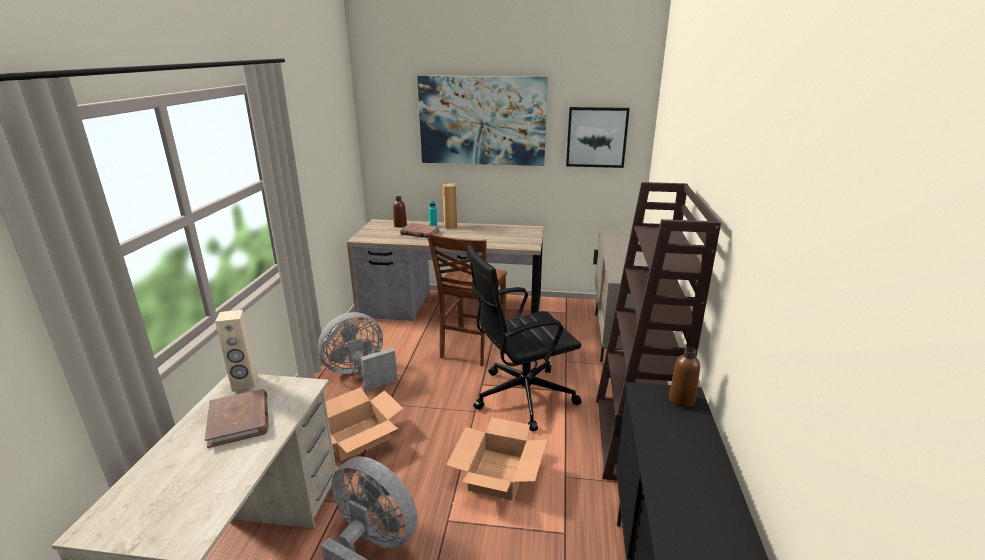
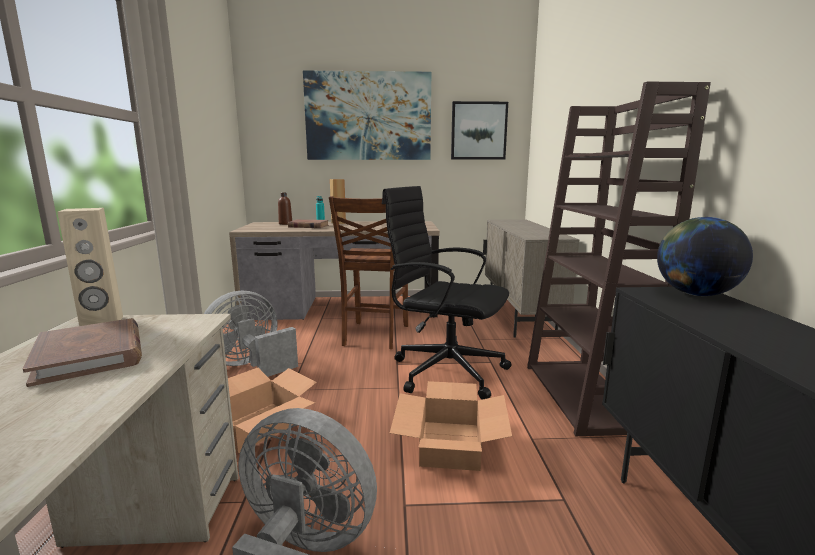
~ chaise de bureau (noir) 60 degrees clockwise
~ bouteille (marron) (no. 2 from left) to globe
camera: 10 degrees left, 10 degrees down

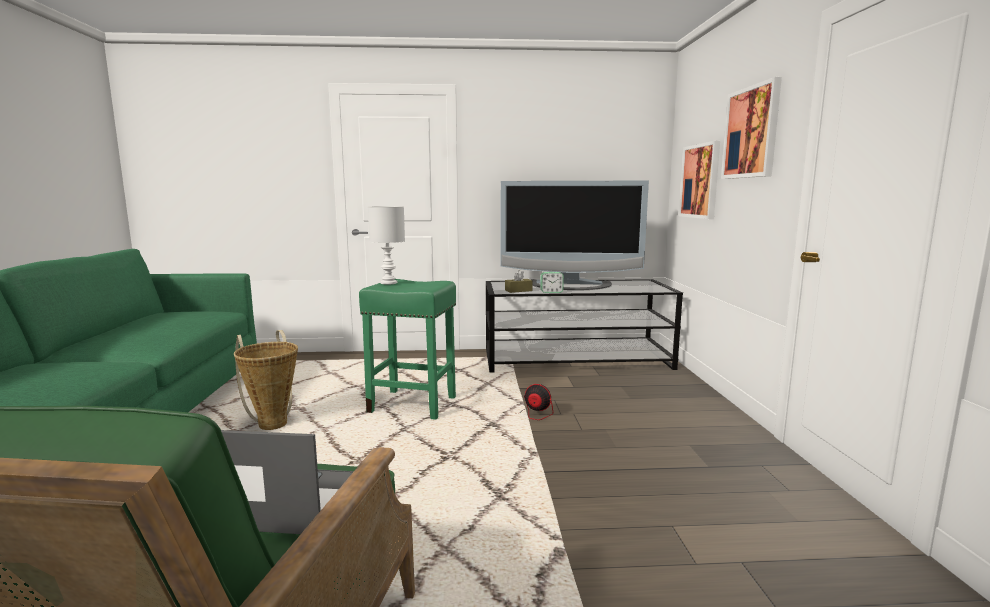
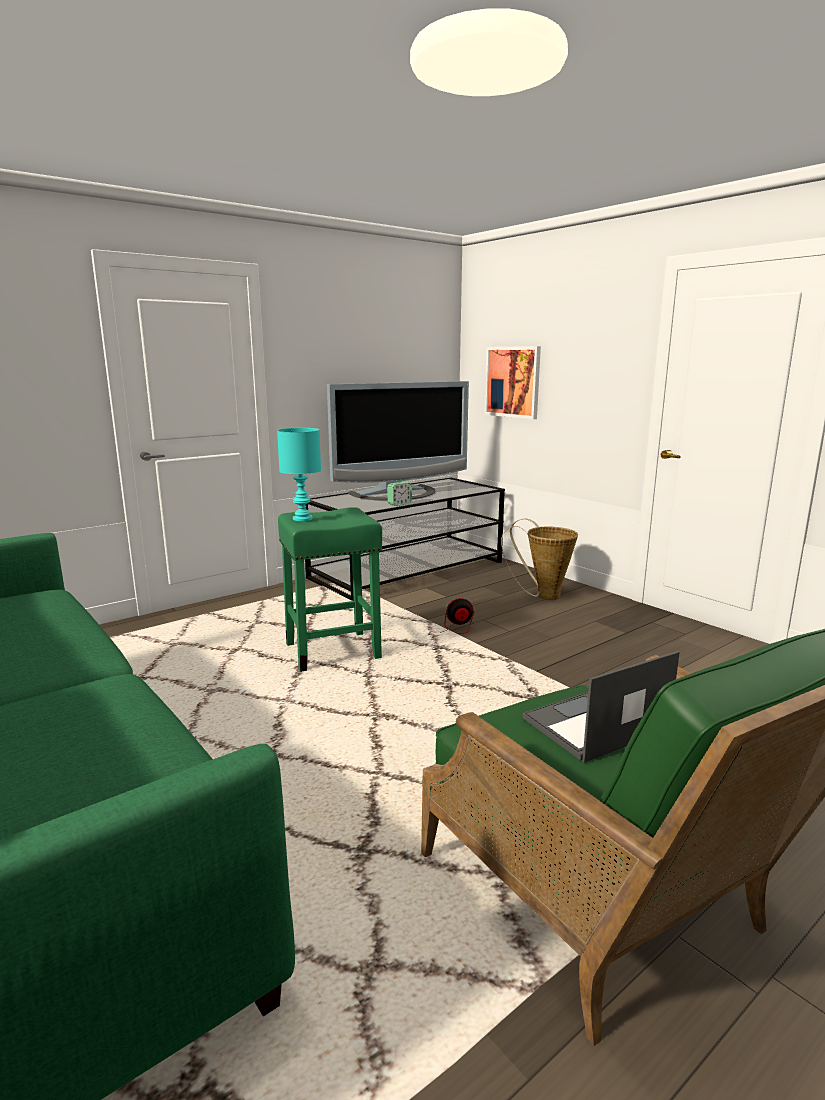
- tableau (no. 2 from left)
~ lampe de table (blanc) to lampe de table (turquoise)
- boîte à mouchoirs (marron)
~ panier
camera: 35 degrees left, 5 degrees up

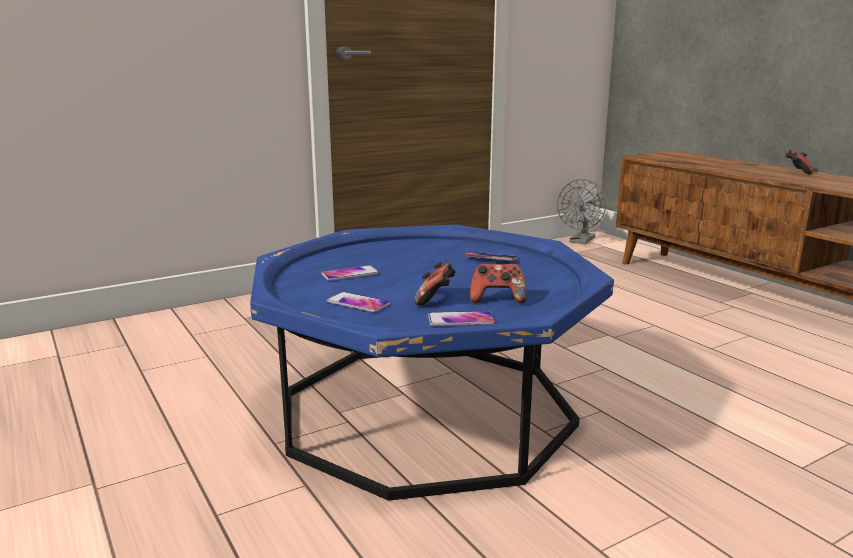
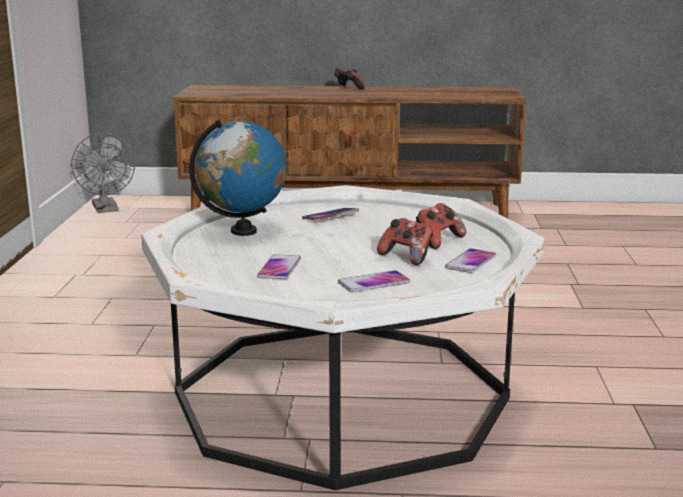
~ table basse (bleu) to table basse (blanc)
+ globe
camera: 55 degrees left, 0 degrees up

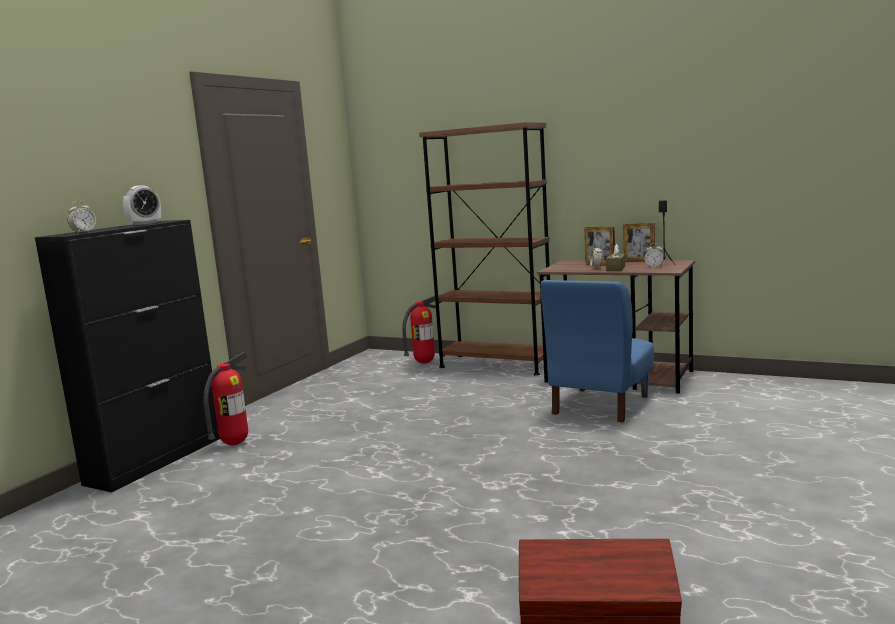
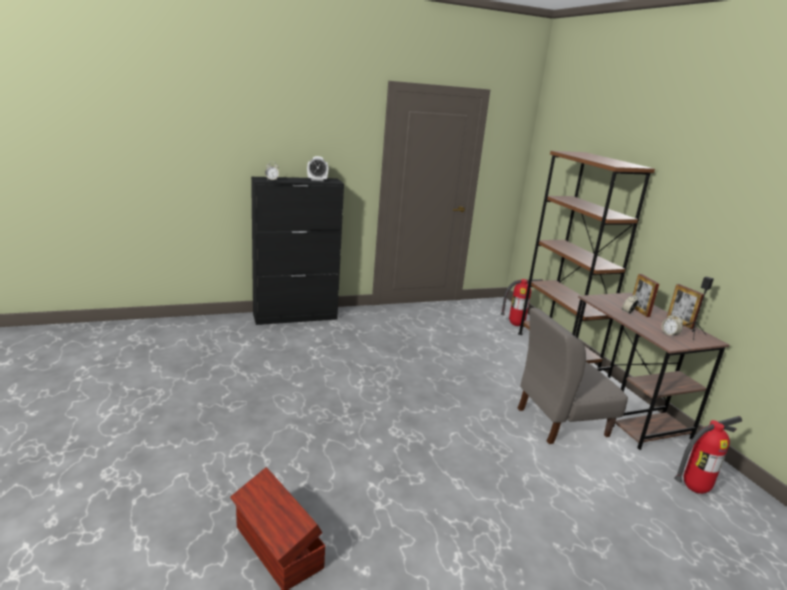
- boîte à mouchoirs (marron)
~ chaise (bleu) to chaise (gris)
~ extincteur (no. 1 from left in the first image) to extincteur (no. 2 from left)
camera: 40 degrees right, 10 degrees up

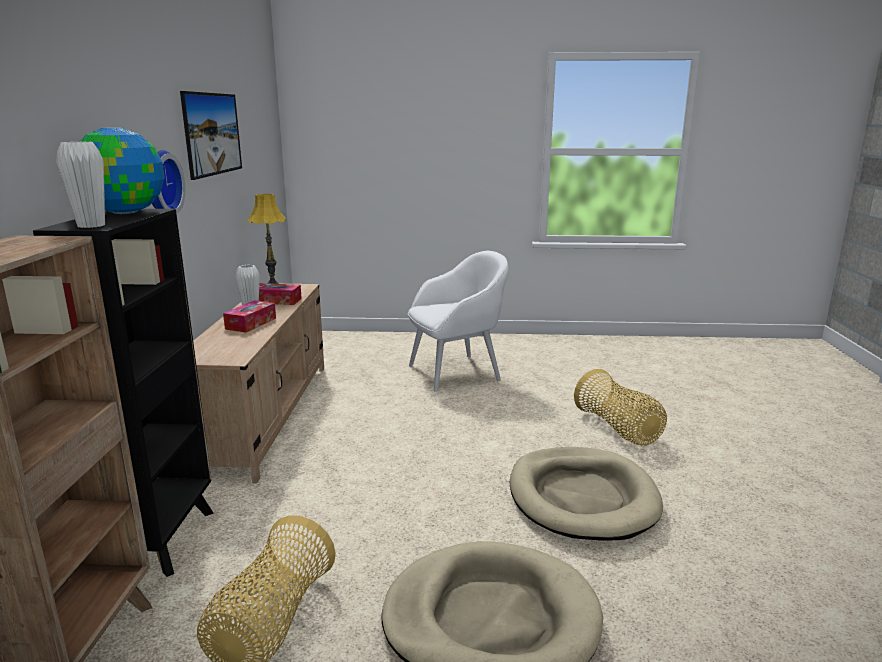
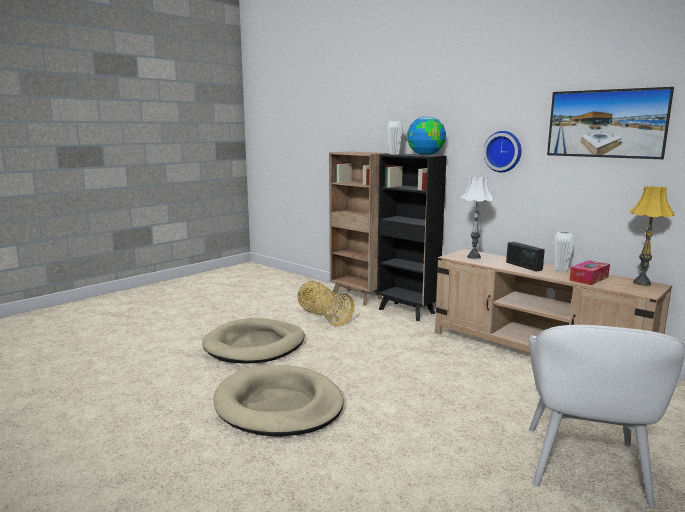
~ boîte à mouchoirs (no. 1 from left) to radio
- panier (no. 2 from left)
+ lampe de table (blanc)
camera: 130 degrees right, 5 degrees down

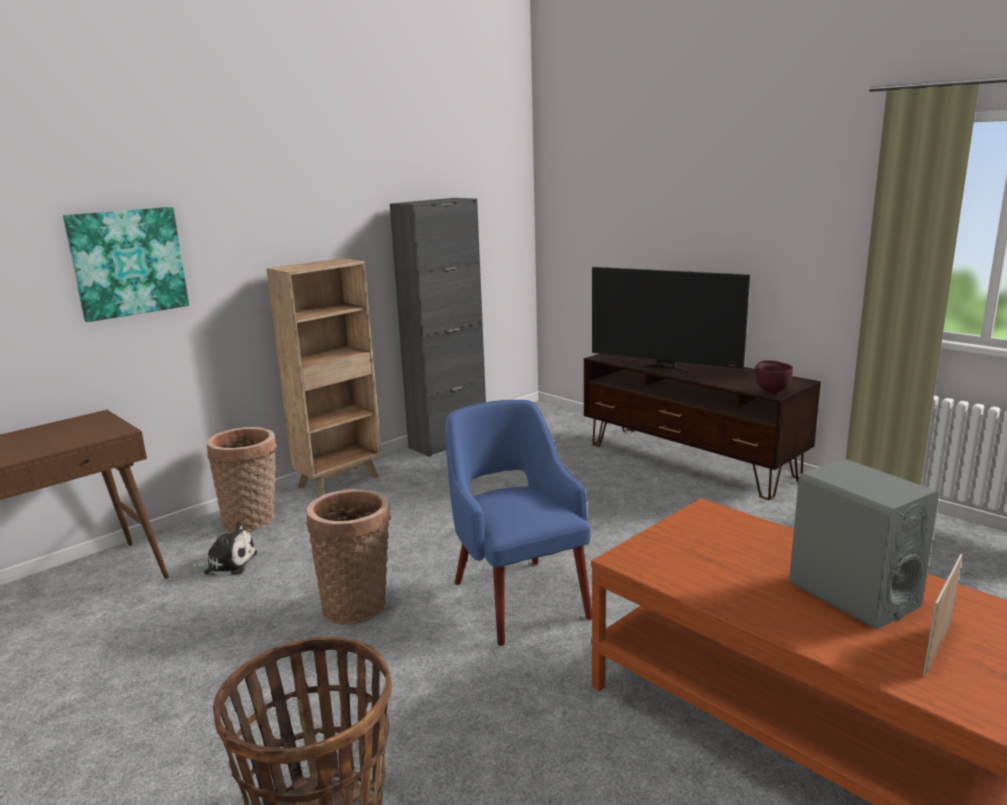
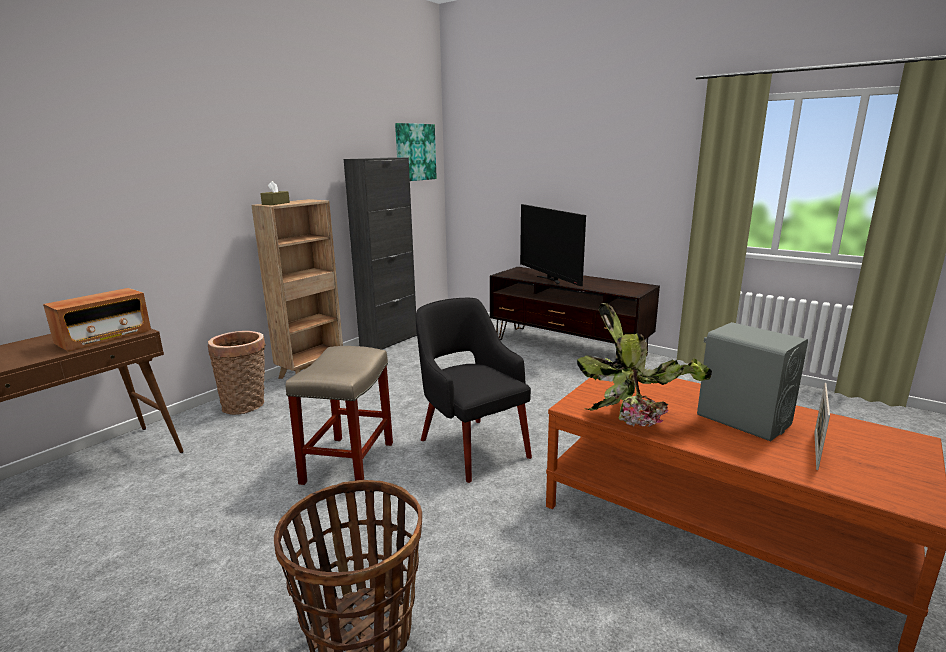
~ tableau
~ téléviseur 45 degrees clockwise
- bol (marron)
~ fauteuil (bleu) to fauteuil (noir)
~ panier (no. 3 from left) to tabouret (beige)
- peluche
+ boîte à mouchoirs (marron)
+ radio
+ plante en pot
camera: 10 degrees left, 0 degrees up

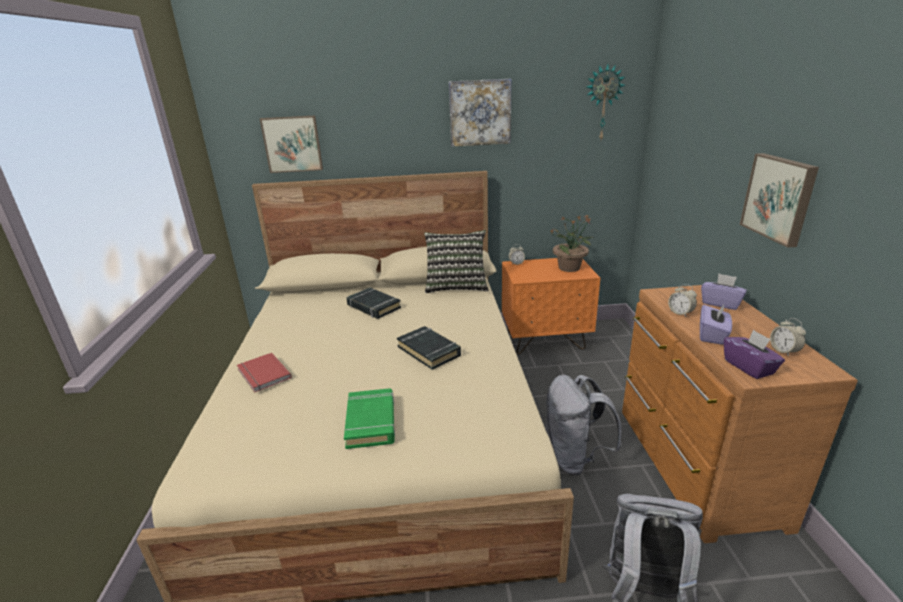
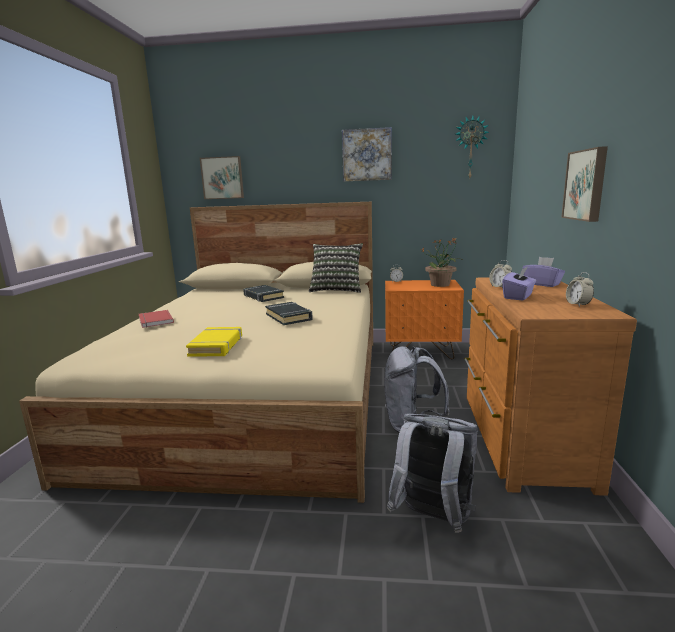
- boîte à mouchoirs (violet) (no. 3 from left)
~ livre (vert) to livre (jaune)
camera: 10 degrees right, 10 degrees down

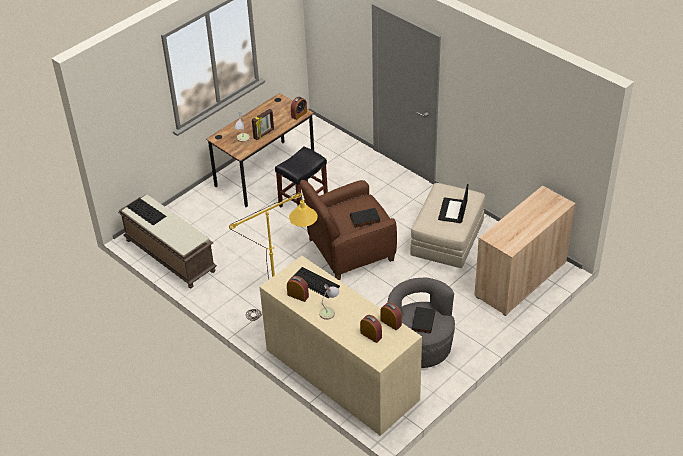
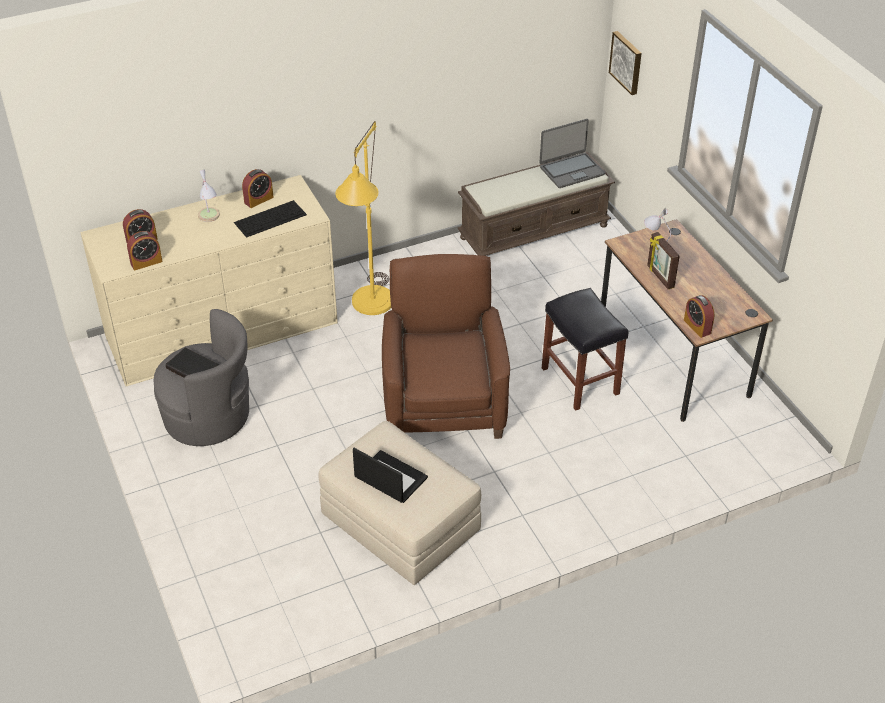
- meuble de rangement (beige)
~ clavier (no. 1 from left) to ordinateur portable (no. 2 from left)
- livre (noir) (no. 1 from left)
+ tableau
camera: 110 degrees right, 0 degrees up

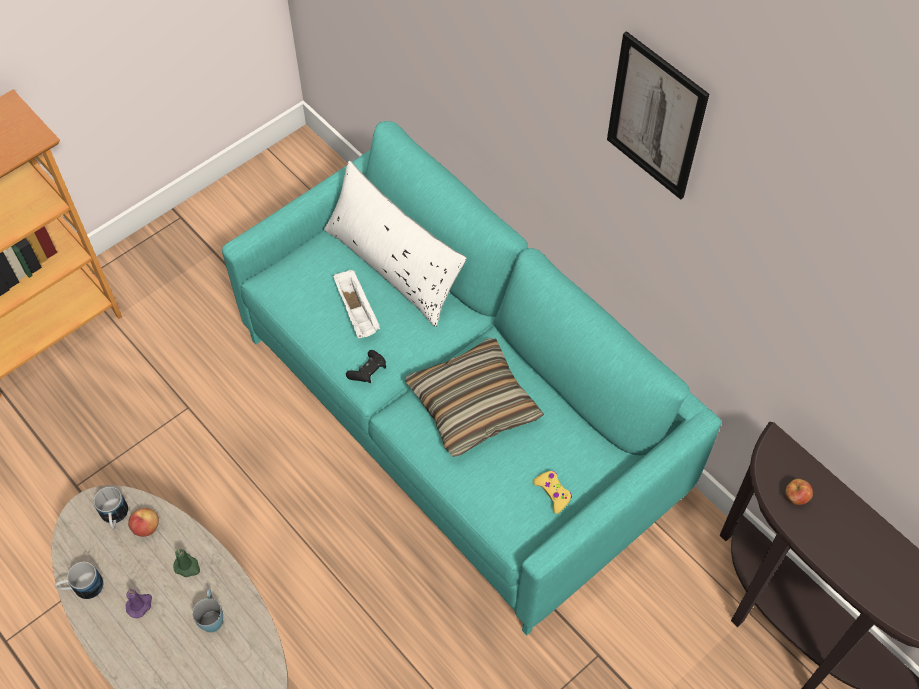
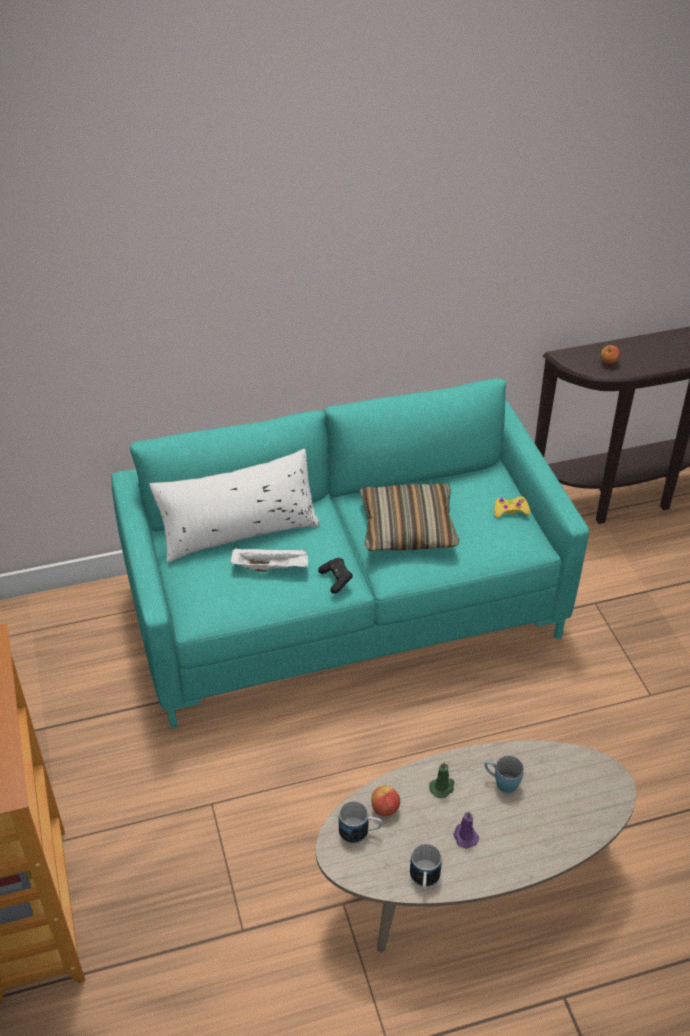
- tableau
camera: 65 degrees left, 15 degrees down

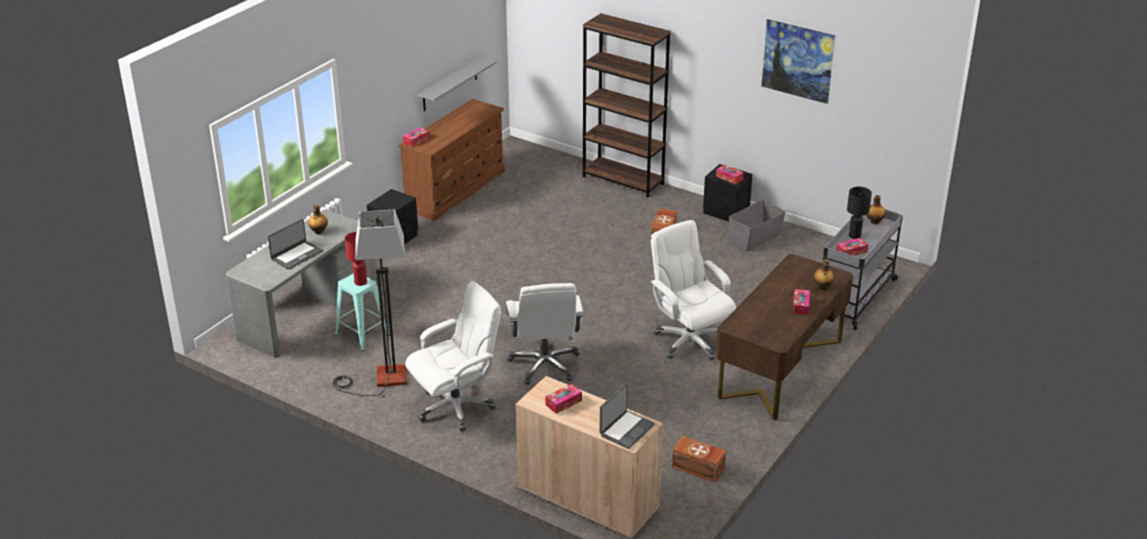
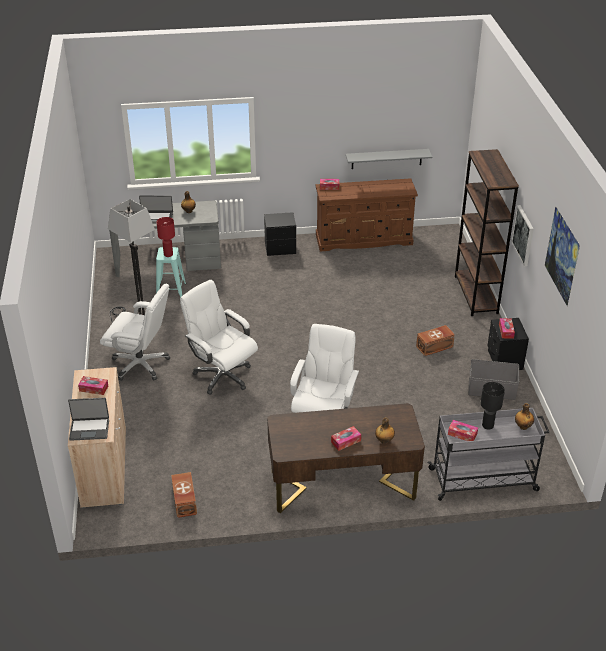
~ chaise de bureau (blanc) (no. 2 from left) 90 degrees clockwise
+ tableau (no. 1 from left)
camera: 50 degrees right, 5 degrees up

